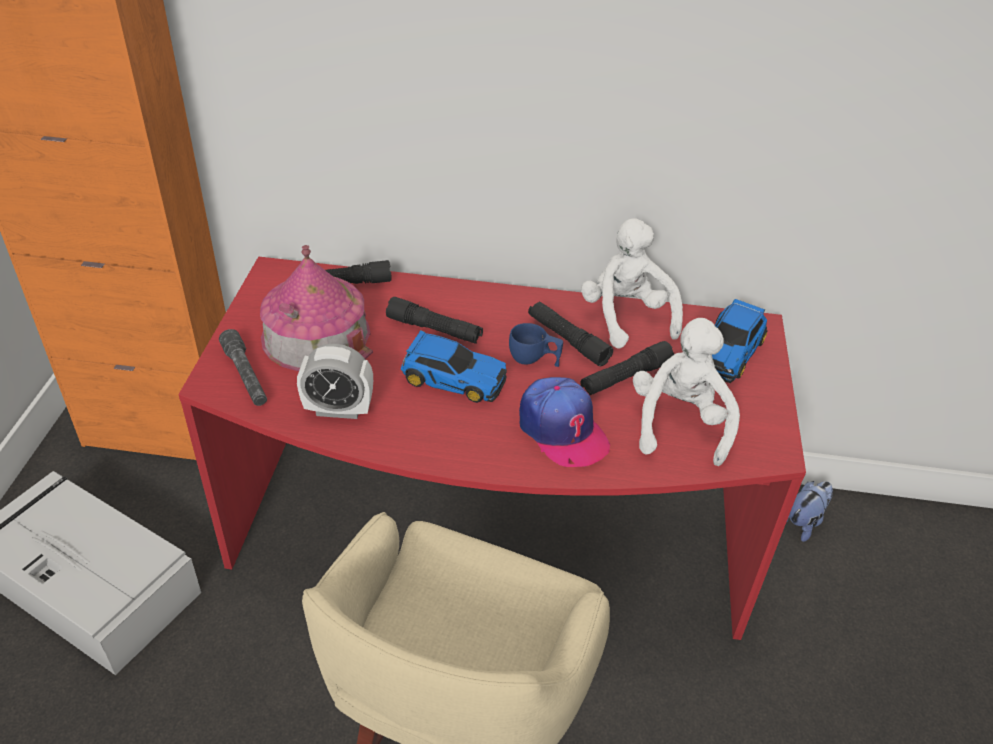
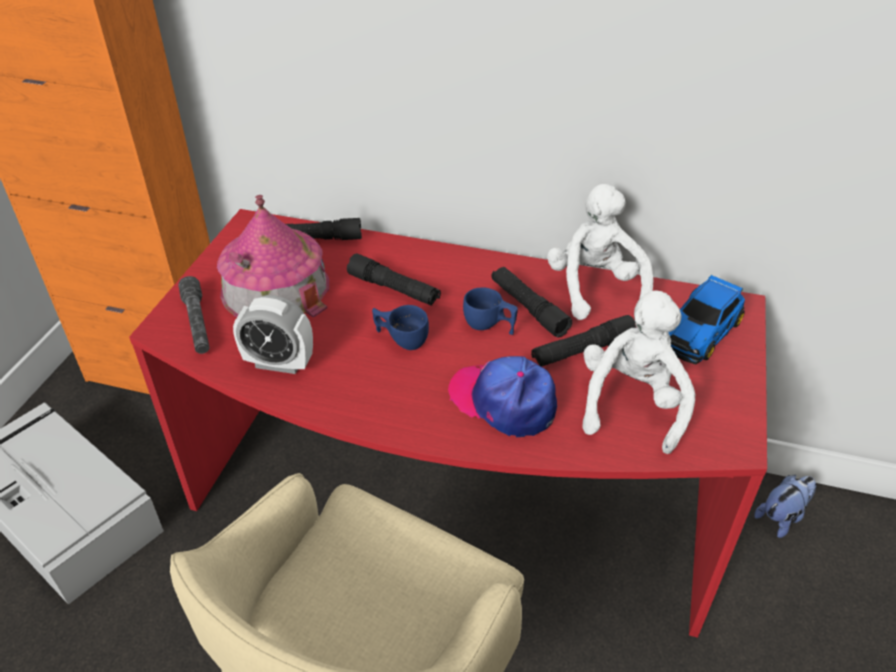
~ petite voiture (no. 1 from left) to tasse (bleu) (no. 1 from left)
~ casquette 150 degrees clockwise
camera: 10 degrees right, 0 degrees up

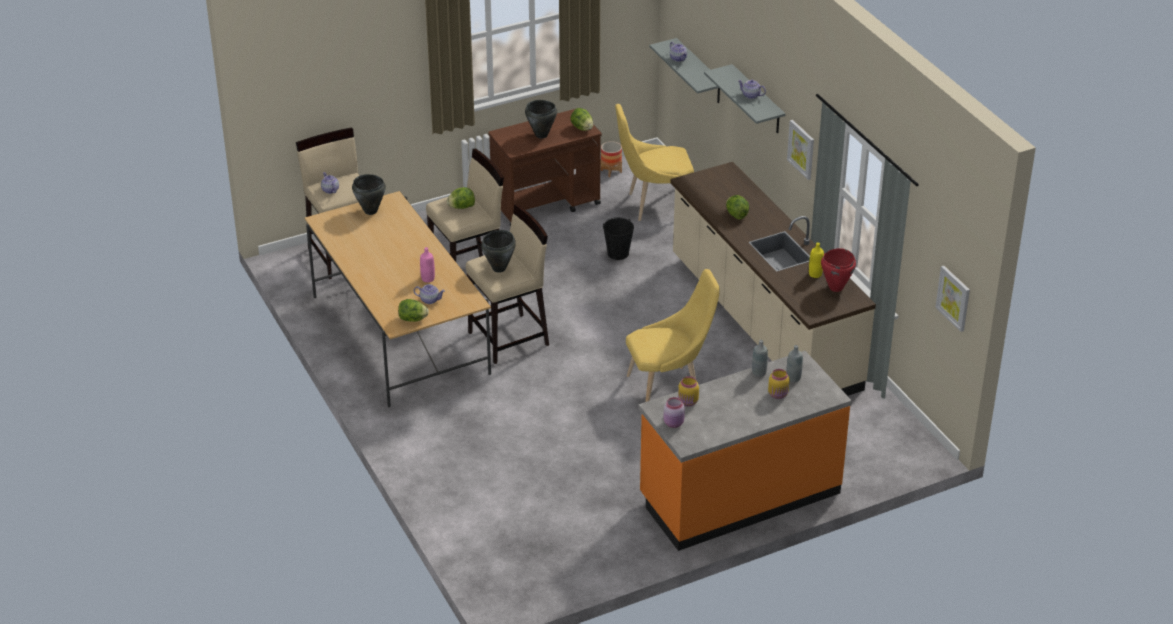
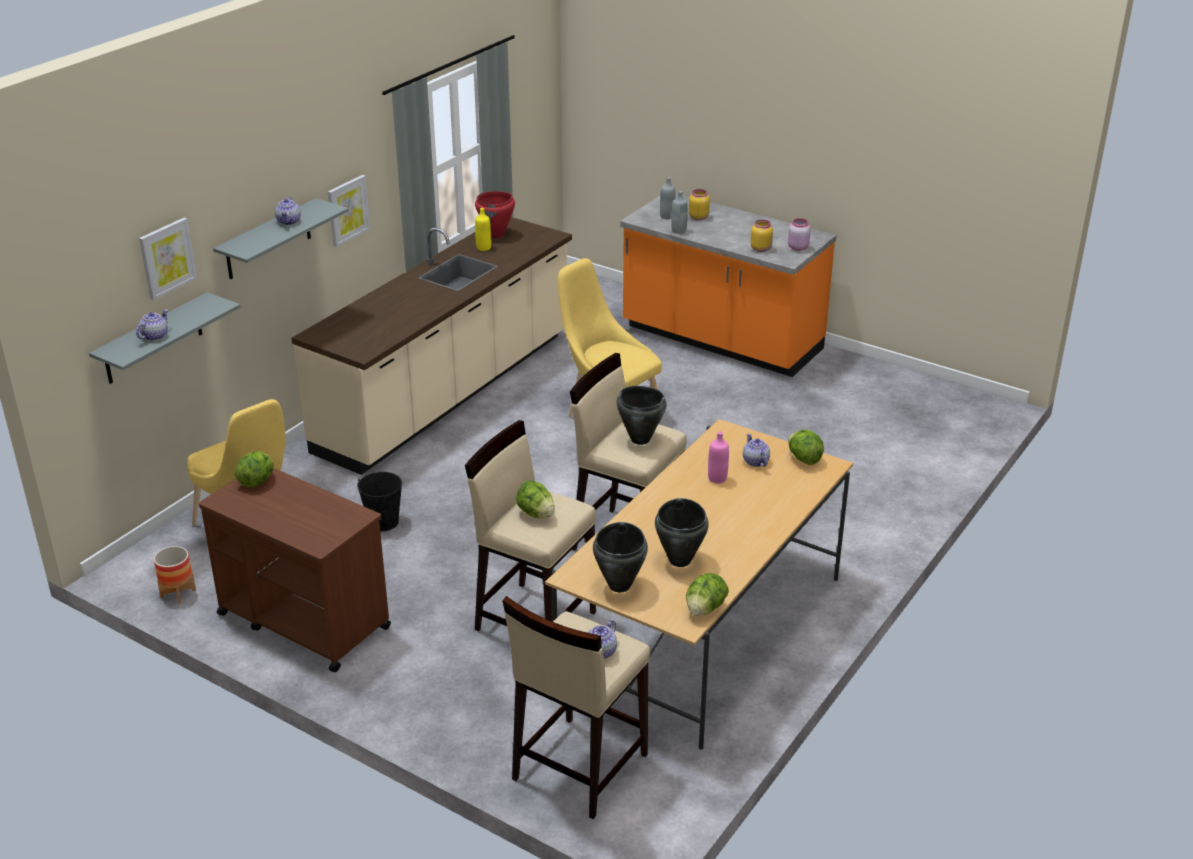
~ marmite (noir) (no. 3 from left)
~ laitue (no. 4 from left in the first image) to laitue (no. 3 from left)
~ tableau (no. 2 from left in the first image) to tableau (no. 1 from left)
camera: 120 degrees left, 5 degrees down

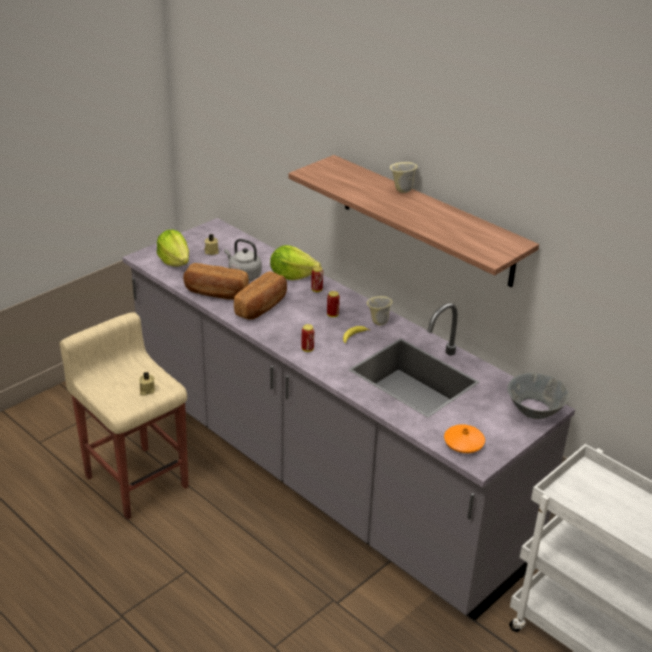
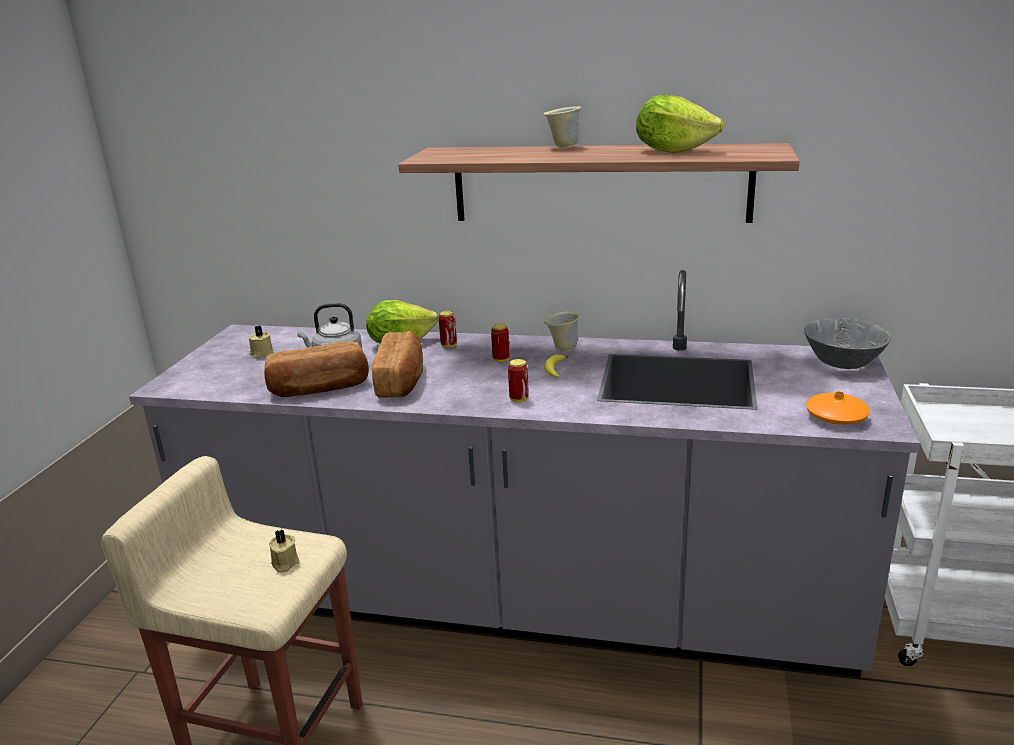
~ laitue (no. 1 from left in the first image) to laitue (no. 2 from left)
camera: 30 degrees left, 10 degrees down

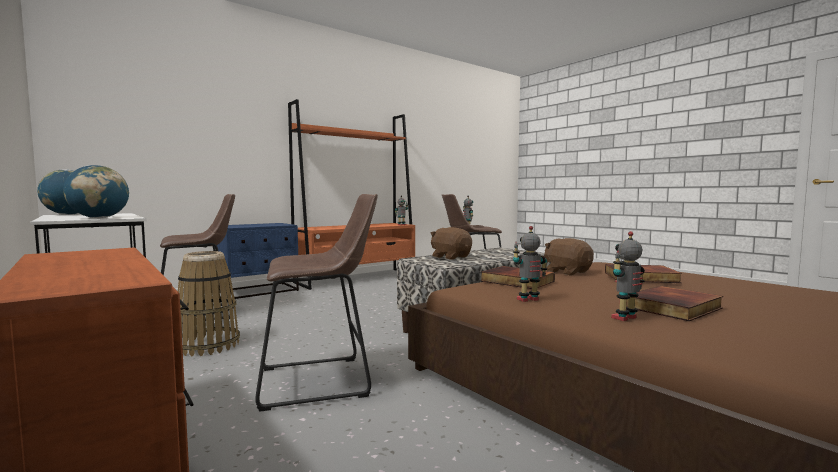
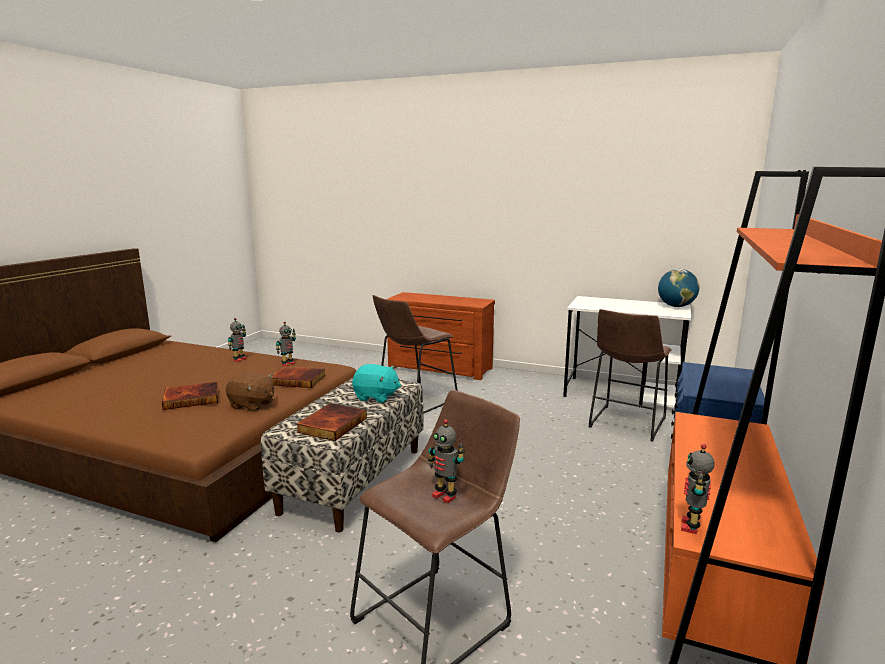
- globe (no. 2 from left)
~ peluche (marron) (no. 1 from left) to peluche (turquoise)
- panier
~ livre (no. 3 from left)
camera: 150 degrees right, 10 degrees up

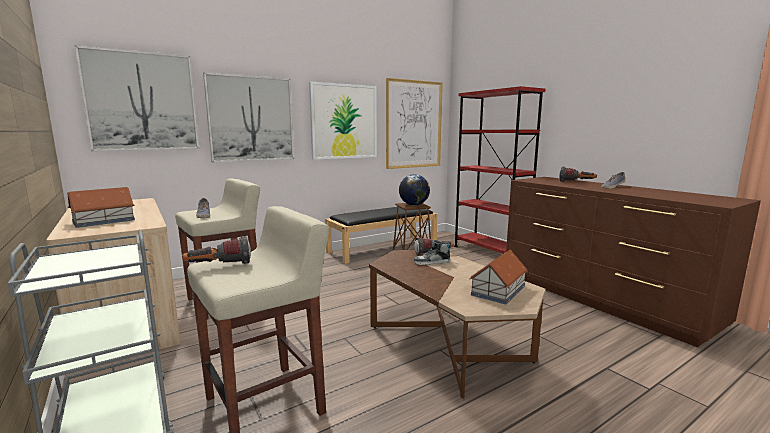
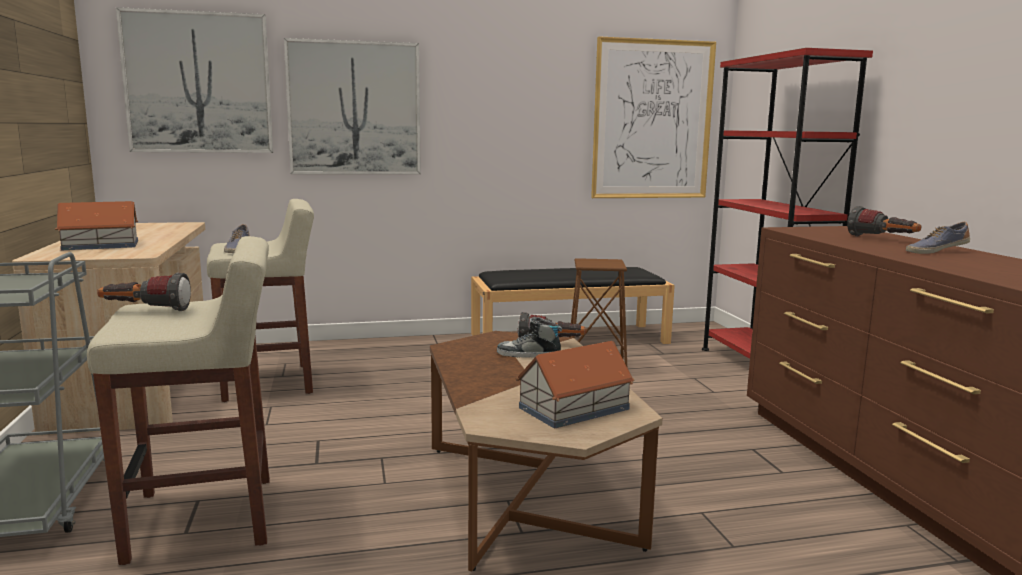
- tableau (no. 3 from left)
- globe
camera: 20 degrees right, 0 degrees up

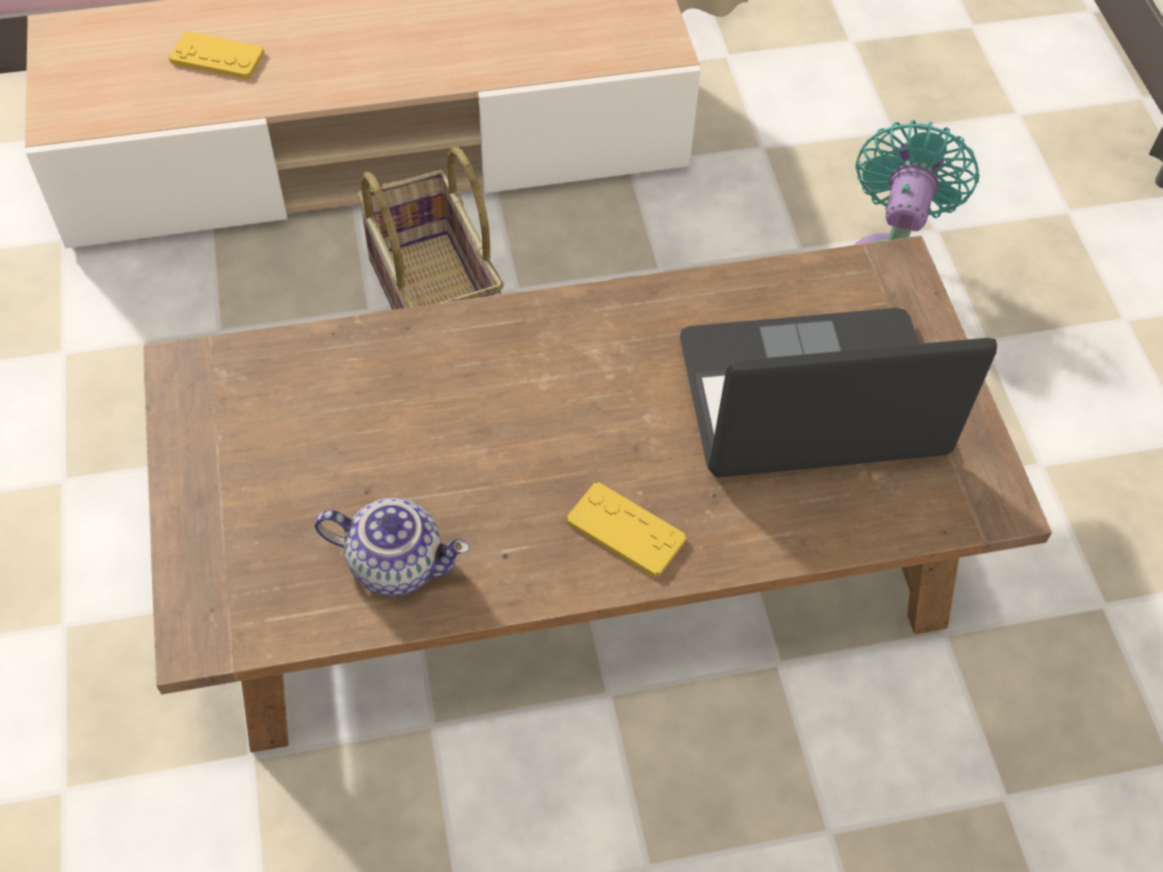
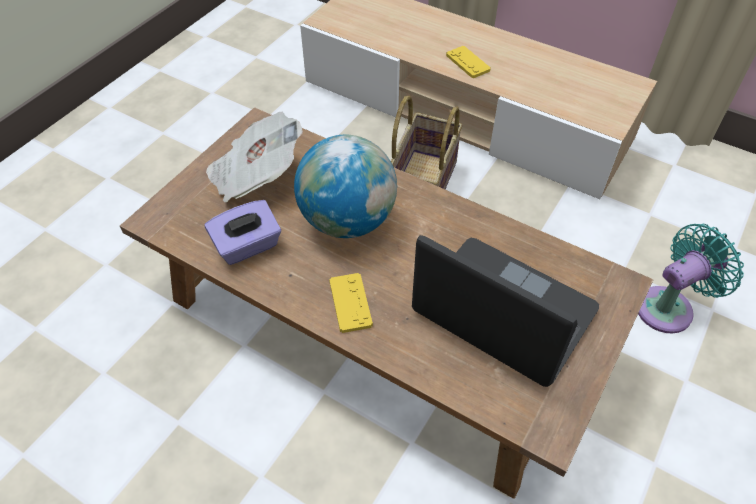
~ manette (jaune) (no. 1 from left in the first image) to manette (jaune) (no. 2 from left)
~ théière to boîte à mouchoirs (violet)
+ journal
+ globe
camera: 45 degrees right, 5 degrees down

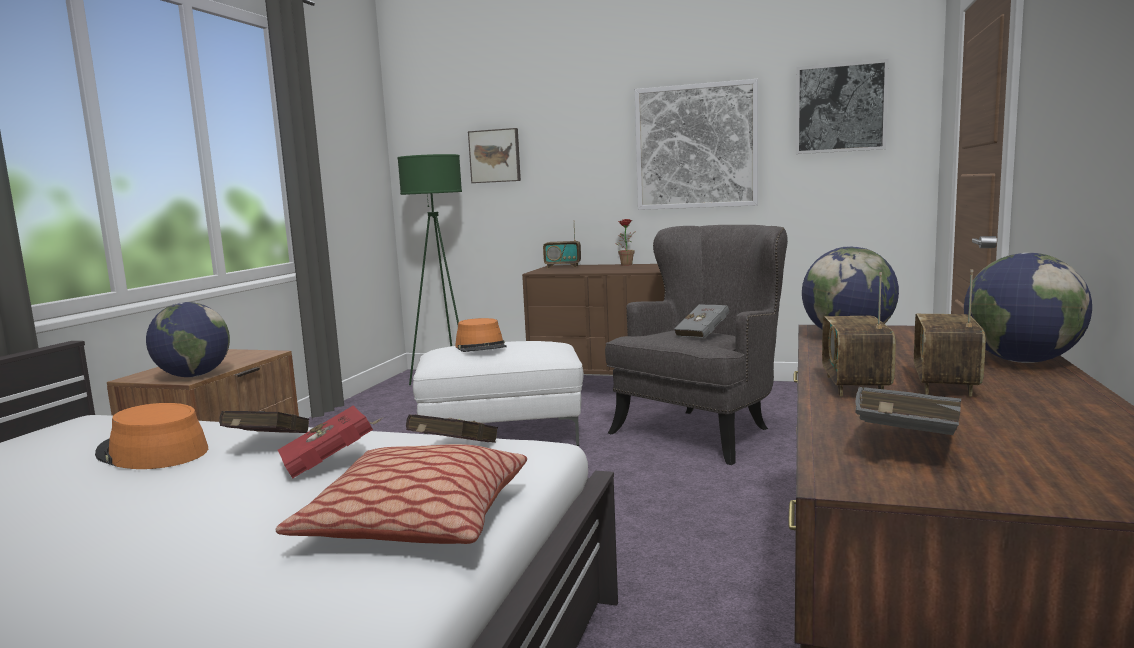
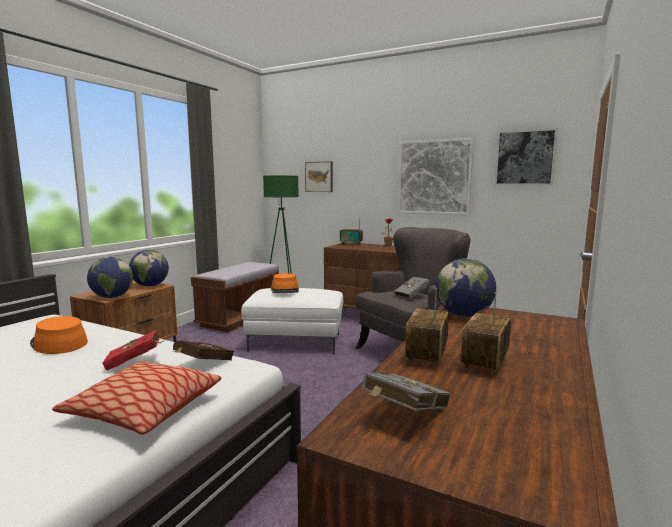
~ globe (no. 3 from left in the first image) to globe (no. 2 from left)
- livre (rouge) (no. 1 from left)
+ banc (marron)
camera: 10 degrees right, 0 degrees up

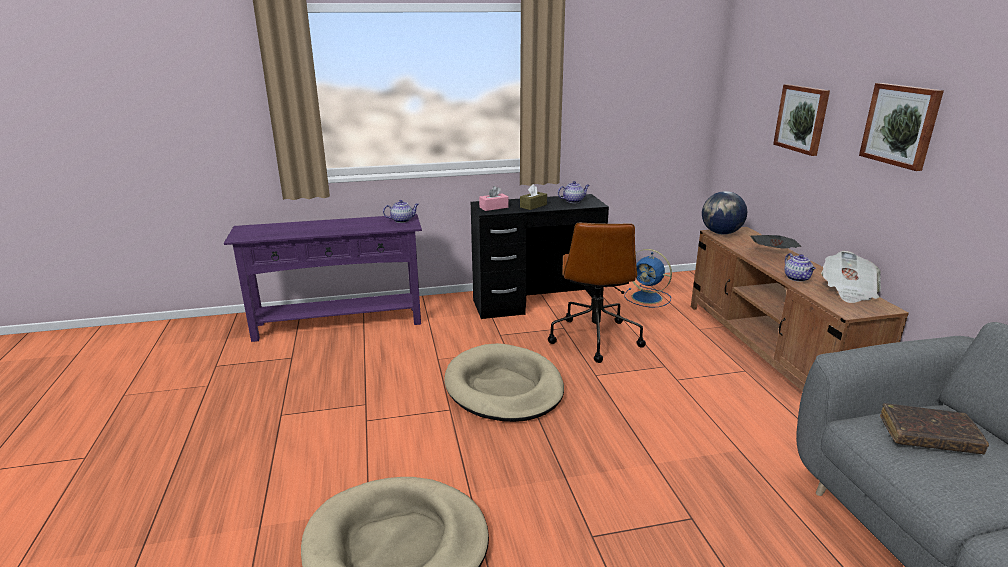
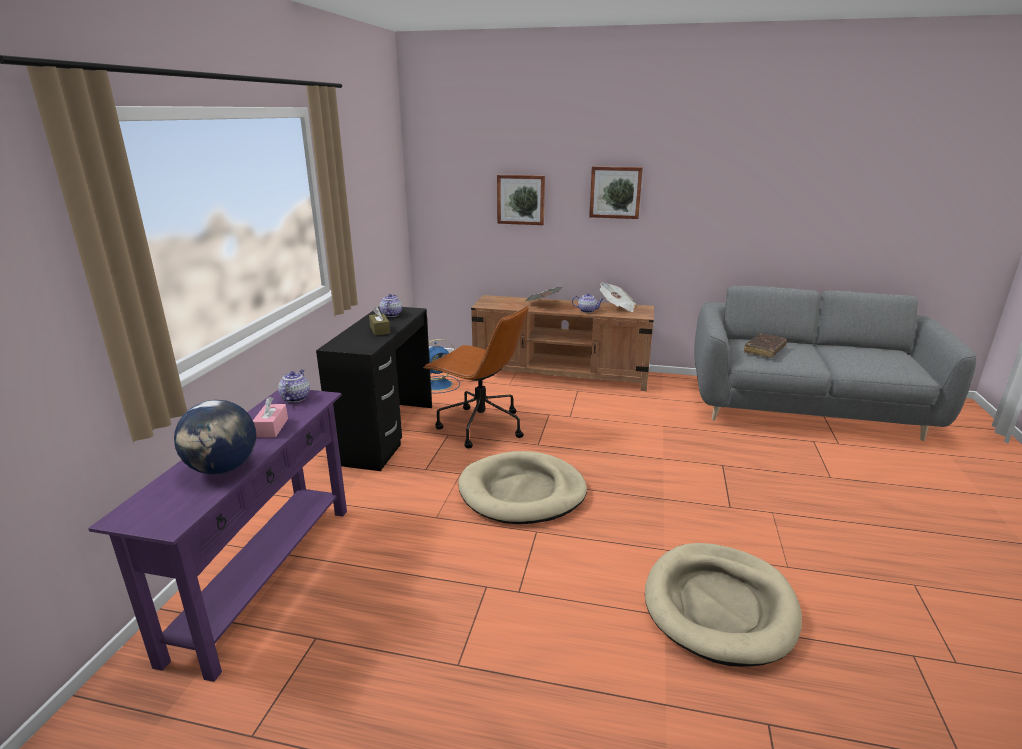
~ boîte à mouchoirs (rose)
~ globe
camera: 65 degrees left, 0 degrees up

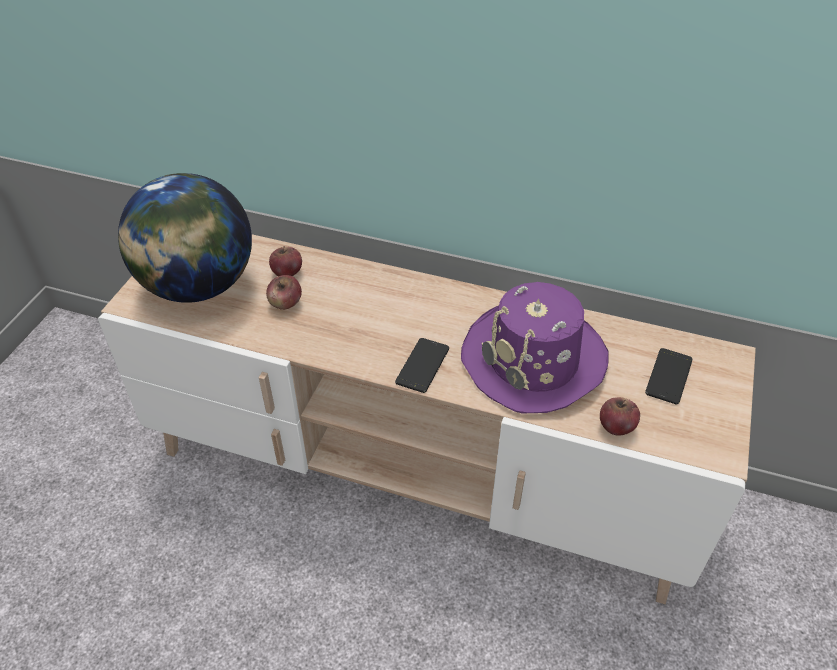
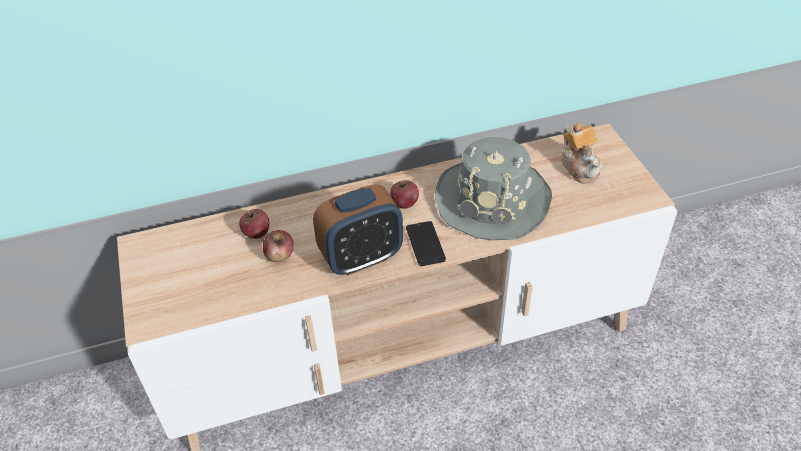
- globe
~ chapeau (violet) to chapeau (gris)
~ téléphone (no. 2 from left) to théière
~ pomme (no. 3 from left)
+ réveil
camera: 35 degrees left, 0 degrees up

